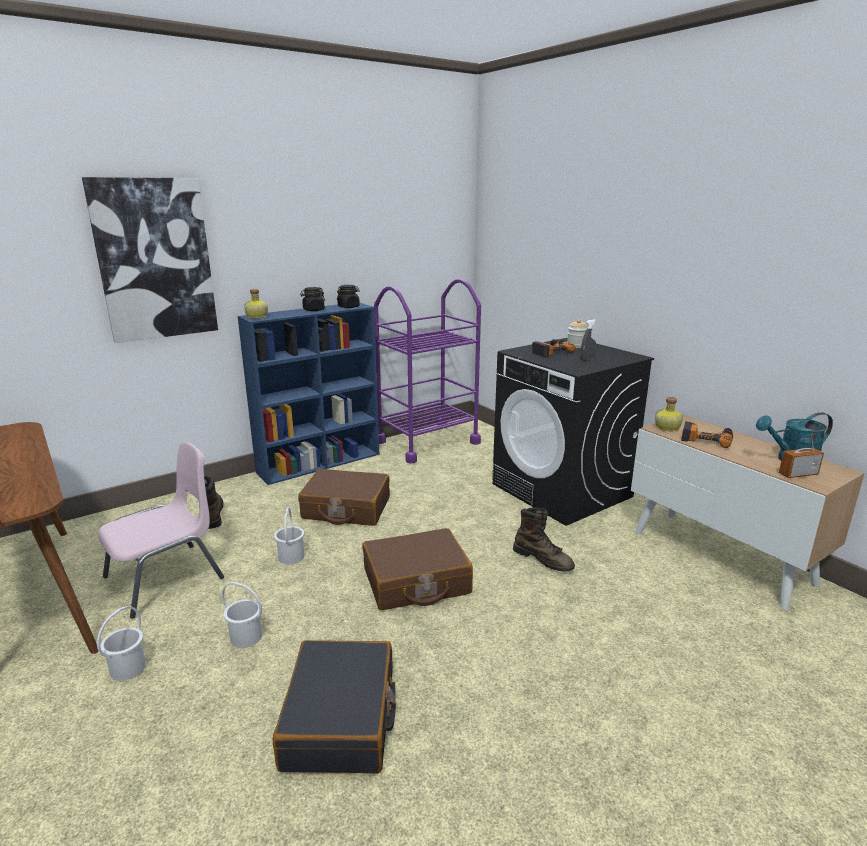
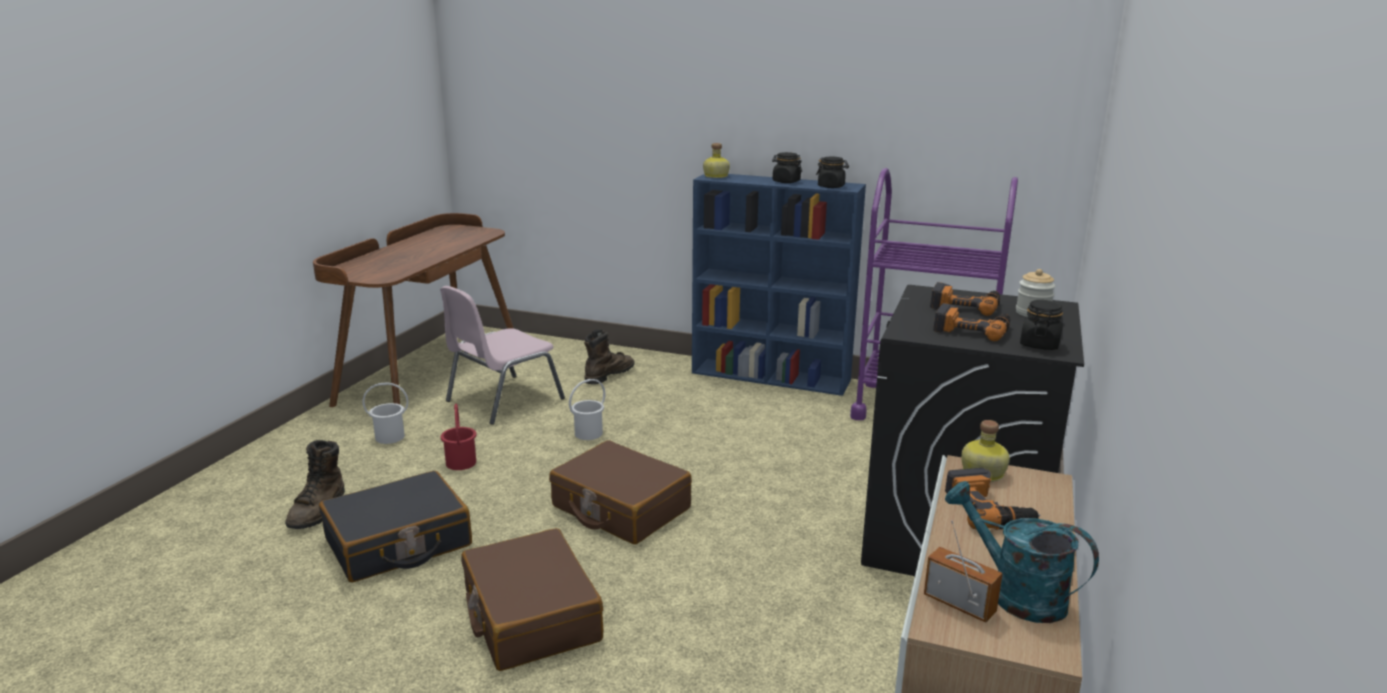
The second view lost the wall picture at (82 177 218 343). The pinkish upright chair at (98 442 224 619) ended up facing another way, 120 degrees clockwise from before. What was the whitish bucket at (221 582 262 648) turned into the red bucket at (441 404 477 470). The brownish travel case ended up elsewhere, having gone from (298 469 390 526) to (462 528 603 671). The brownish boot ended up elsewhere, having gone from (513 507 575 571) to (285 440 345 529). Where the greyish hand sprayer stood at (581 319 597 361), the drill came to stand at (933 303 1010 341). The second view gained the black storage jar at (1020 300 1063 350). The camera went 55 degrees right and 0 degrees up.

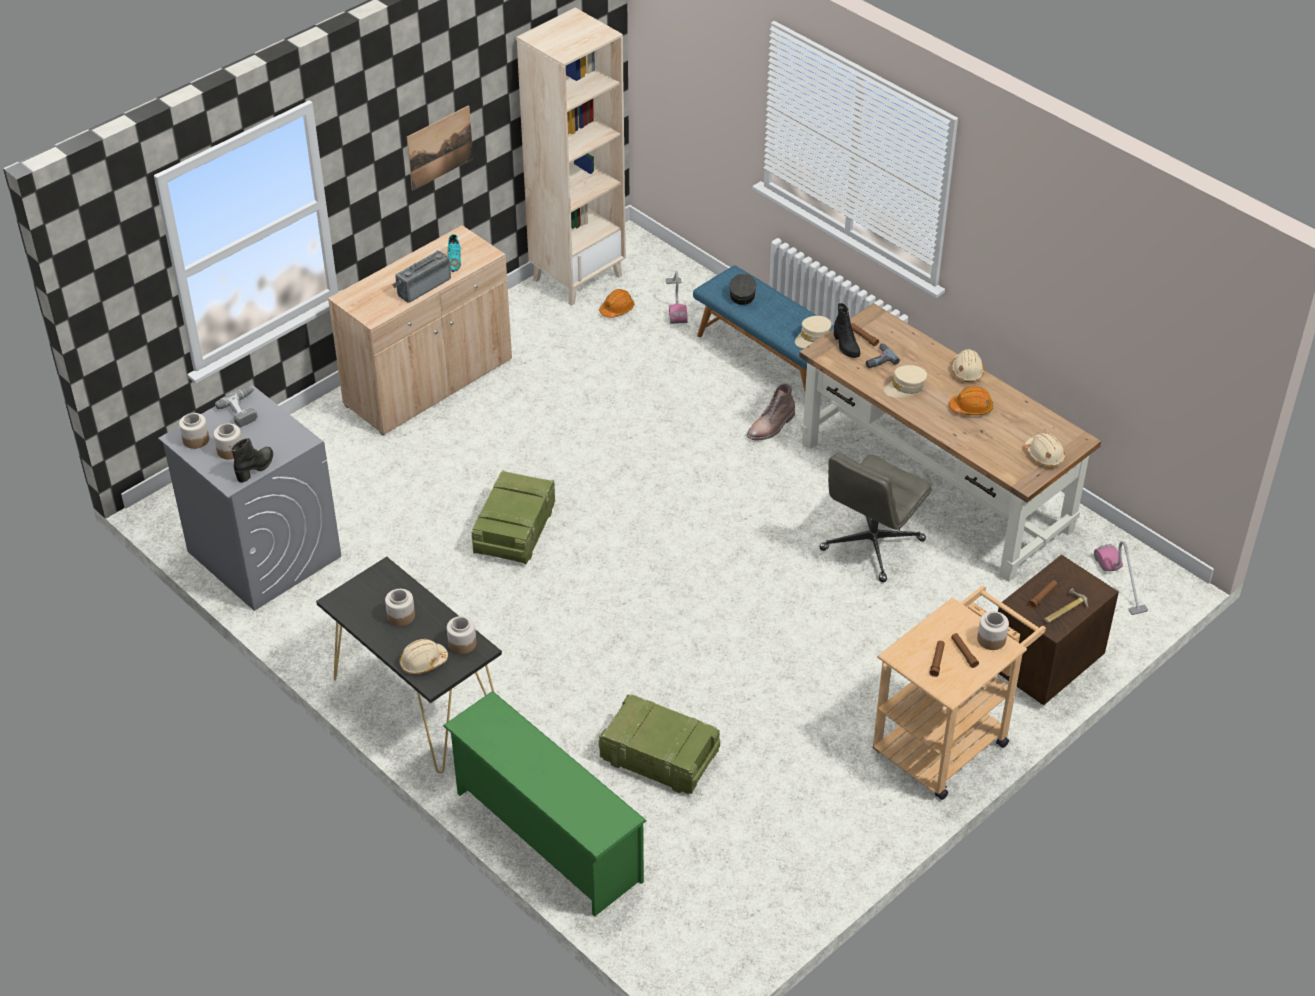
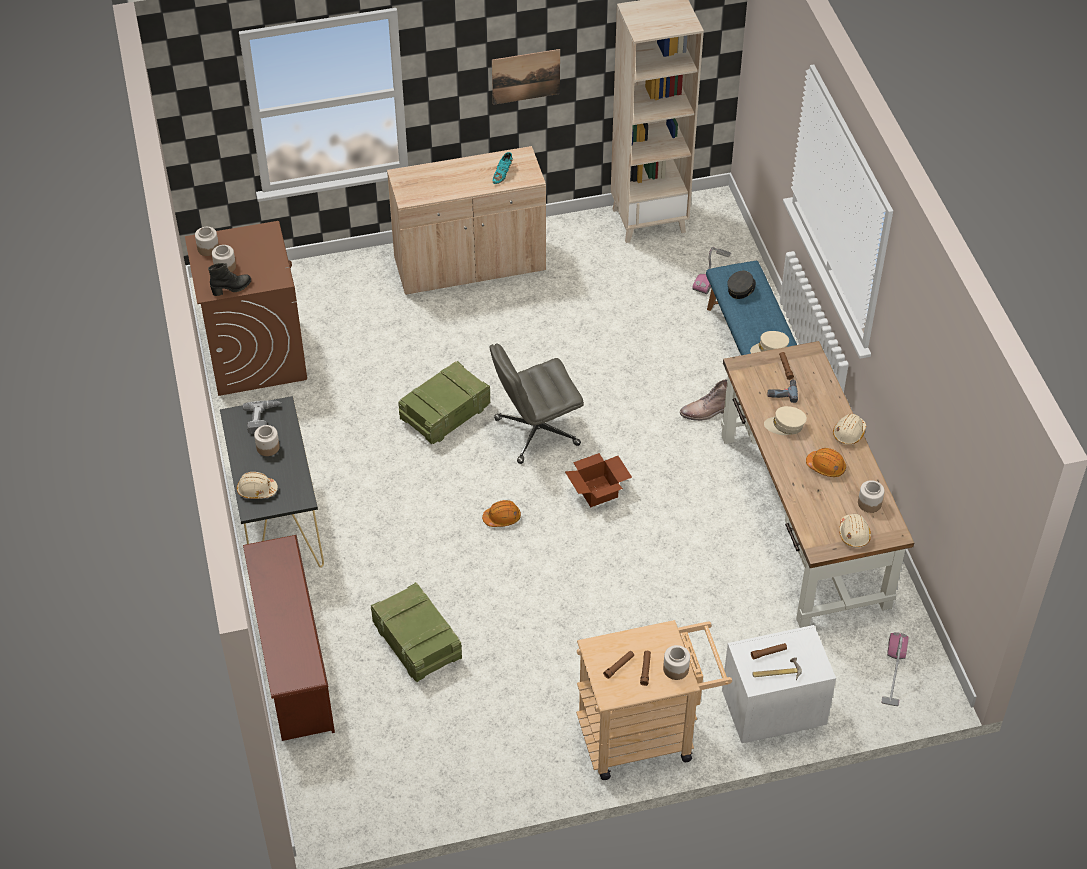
What was the greyish laundry appliance at (158 385 341 611) turned into the brownish laundry appliance at (185 221 307 396). The drill ended up elsewhere, having gone from (215 387 258 427) to (243 400 281 434). The second view lost the radio at (393 251 451 303). What was the greenish shoe rack at (443 691 647 916) turned into the brownish shoe rack at (243 535 335 741). The storage jar ended up elsewhere, having gone from (447 616 476 654) to (858 480 884 513). The orange work helmet ended up elsewhere, having gone from (599 289 635 318) to (482 500 521 527). The greyish office chair ended up elsewhere, having gone from (819 453 932 582) to (489 343 584 464). The second view lost the black boot at (834 303 860 358). What was the brownish night table at (998 555 1119 705) turned into the whitish night table at (722 625 836 743). The second view gained the packing box at (565 453 632 507). The camera went 30 degrees right and 5 degrees up.

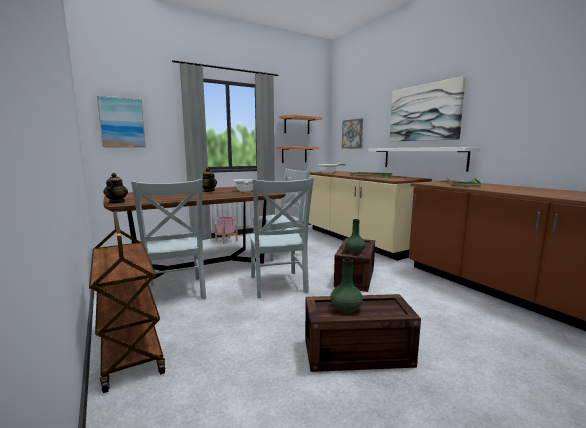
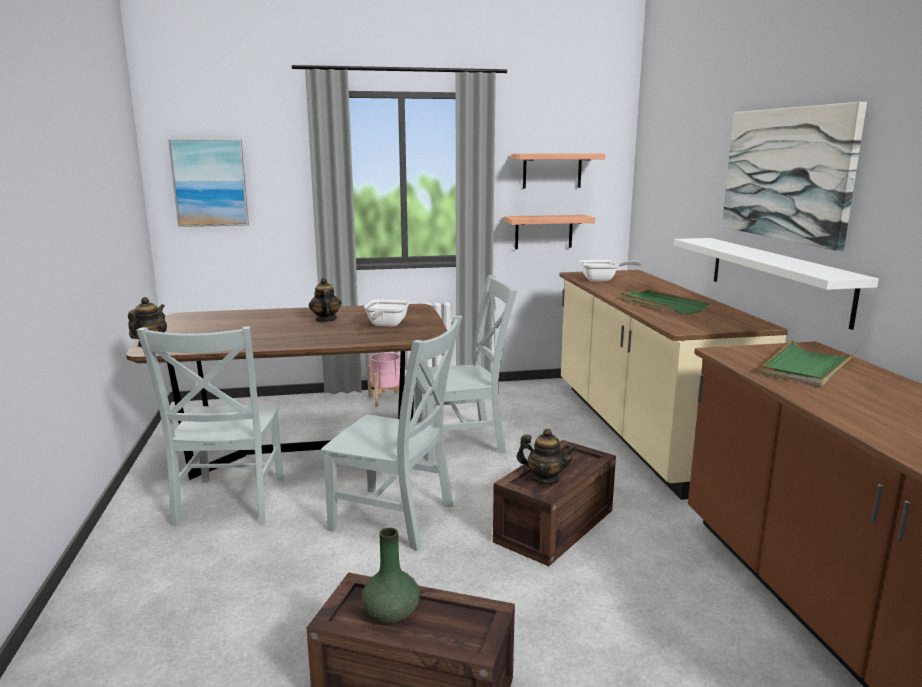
The second view lost the brownish trolley at (89 211 165 393). The greyish upright chair at (249 178 314 298) ended up facing another way, 75 degrees counterclockwise from before. The second view lost the wall picture at (342 118 363 149). Where the greenish vase stood at (345 219 366 253), the tea pot came to stand at (517 428 576 485). The camera went 20 degrees right and 5 degrees up.

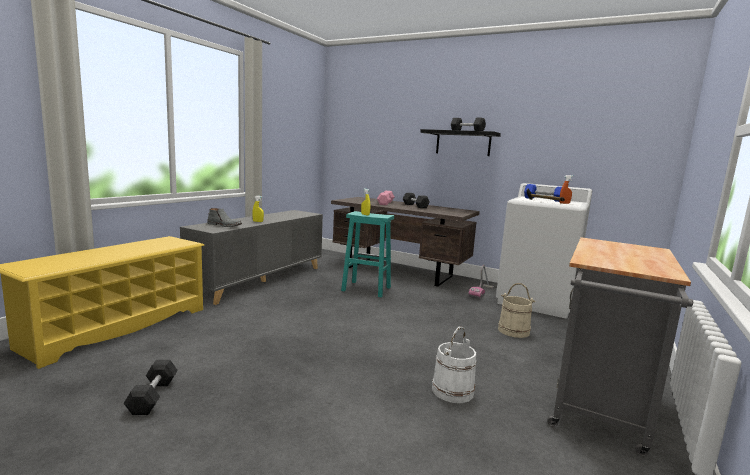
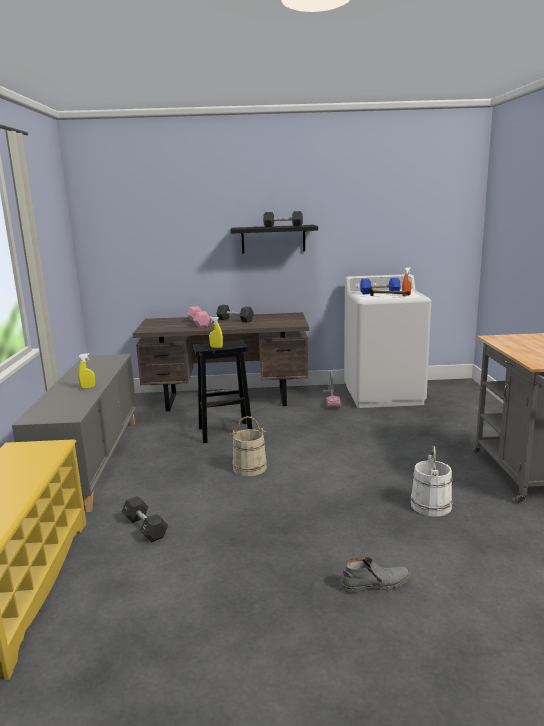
The black hand weight ended up elsewhere, having gone from (124 360 178 415) to (122 496 168 542). The greyish boot ended up elsewhere, having gone from (207 208 242 227) to (340 557 411 593). What was the blue-green sitting stool at (341 211 394 297) turned into the black sitting stool at (193 340 252 443). The beige-coloured bucket ended up elsewhere, having gone from (498 283 535 338) to (230 416 267 476). The camera went 30 degrees left and 5 degrees up.

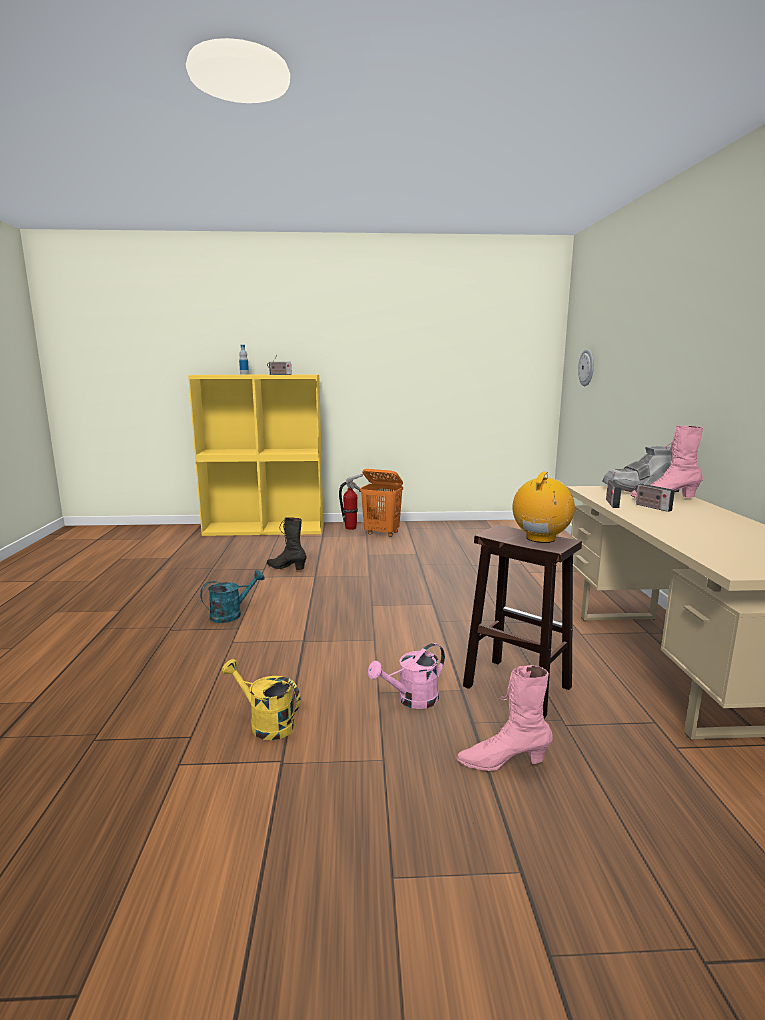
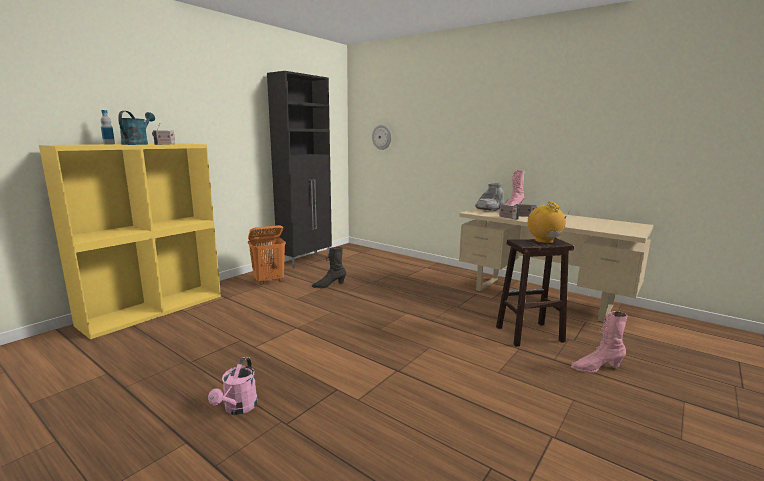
The blue-green watering pot ended up elsewhere, having gone from (200 570 265 623) to (118 111 155 145). The second view lost the yellowish watering pot at (222 659 300 740). The black boot ended up elsewhere, having gone from (267 517 307 570) to (311 247 346 288). The second view lost the fire extinguisher at (339 474 363 530). The pinkish watering pot ended up elsewhere, having gone from (368 643 445 709) to (208 357 258 415). The pinkish boot at (456 665 553 771) ended up facing another way, 45 degrees clockwise from before. The second view gained the black storage cabinet at (267 71 332 269). The camera went 50 degrees left and 0 degrees up.

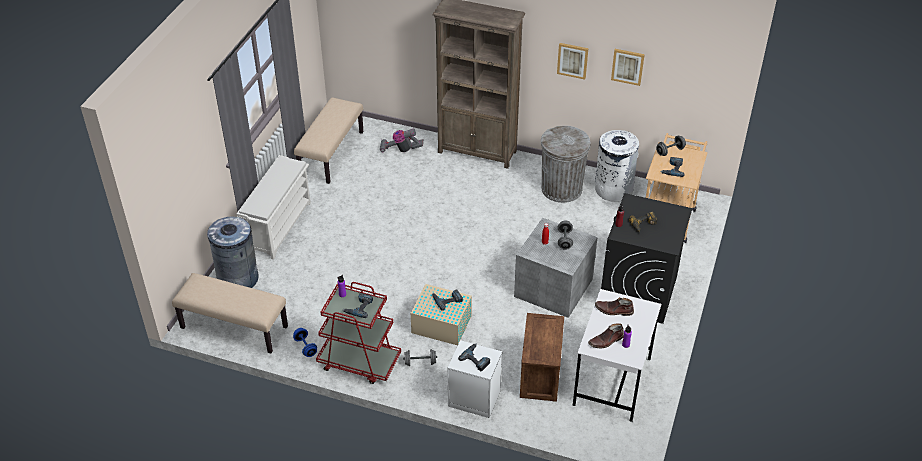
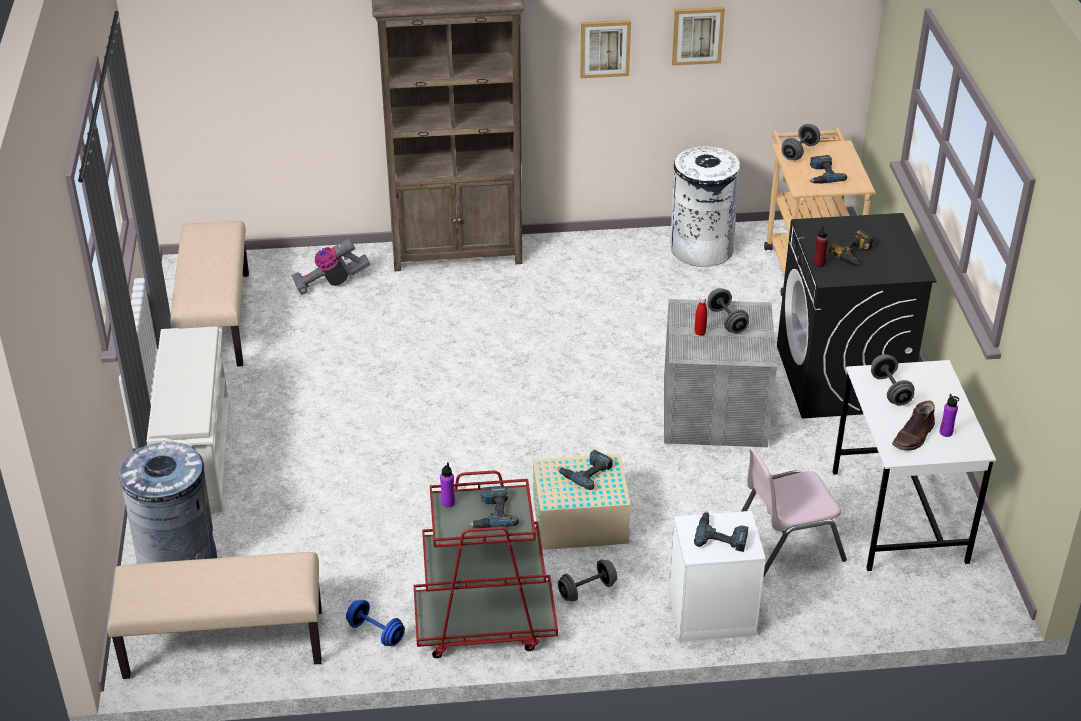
Where the shipping crate stood at (520 313 564 402), the pinkish upright chair came to stand at (741 447 847 578). The second view lost the greyish rubbish bin at (541 126 591 203). Where the brownish boot stood at (595 297 634 316), the greyish hand weight came to stand at (871 354 915 406). The camera went 25 degrees left and 5 degrees down.

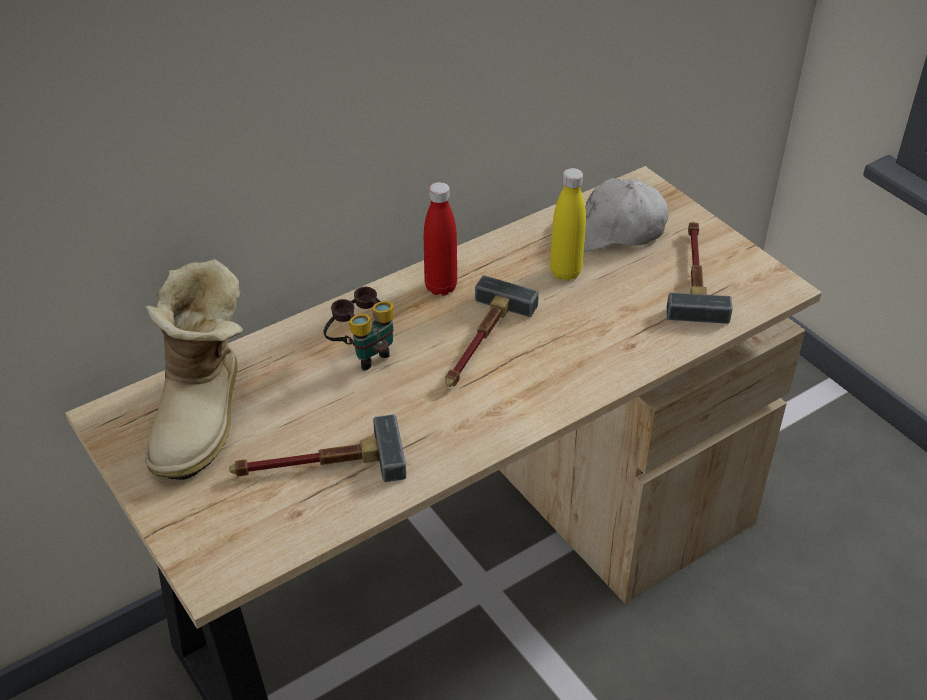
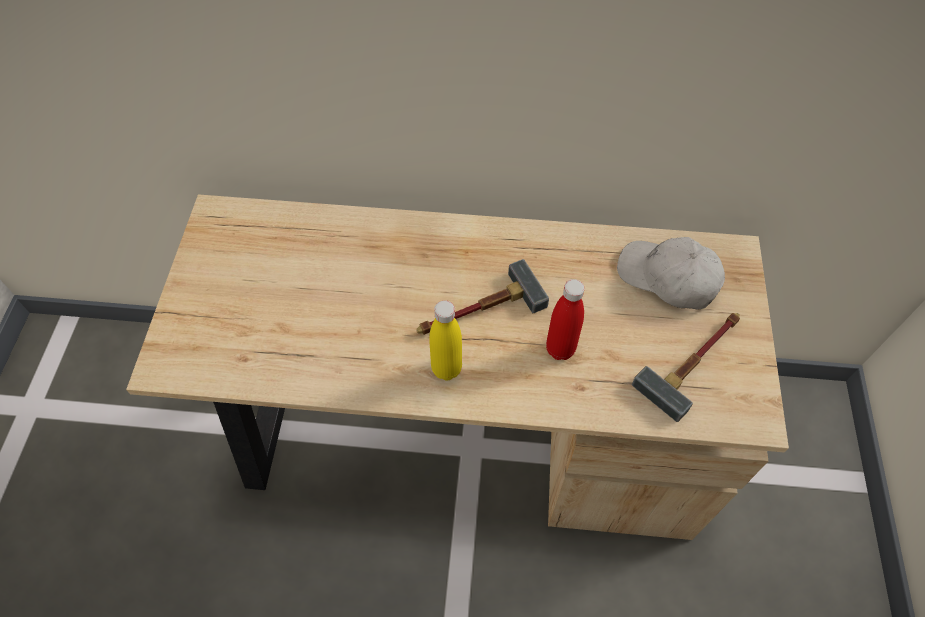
The second view lost the boot at (145 259 243 480). The second view lost the hammer at (229 414 406 482). The second view lost the binoculars at (323 287 394 371). The red beverage bottle ended up elsewhere, having gone from (424 182 457 296) to (546 279 585 360). The yellowish beverage bottle ended up elsewhere, having gone from (550 168 586 281) to (429 301 462 381). The camera went 40 degrees right and 15 degrees up.

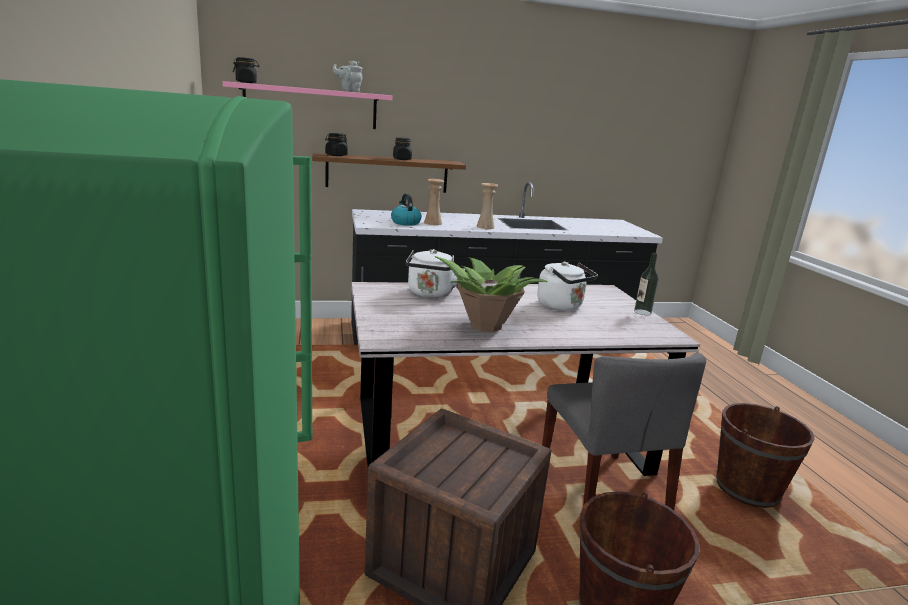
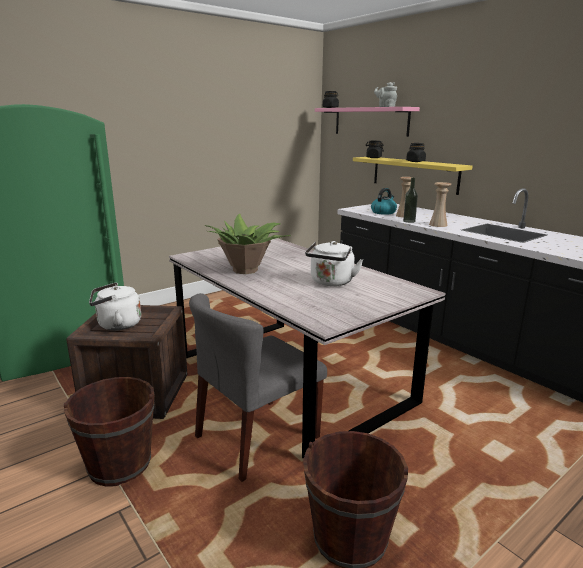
What was the brownish bracket shelf at (312 153 466 193) turned into the yellowish bracket shelf at (353 157 472 195). The whitish tea kettle ended up elsewhere, having gone from (406 249 465 298) to (89 282 141 330). The beverage bottle ended up elsewhere, having gone from (634 253 659 315) to (403 177 418 223). The camera went 65 degrees right and 0 degrees up.

